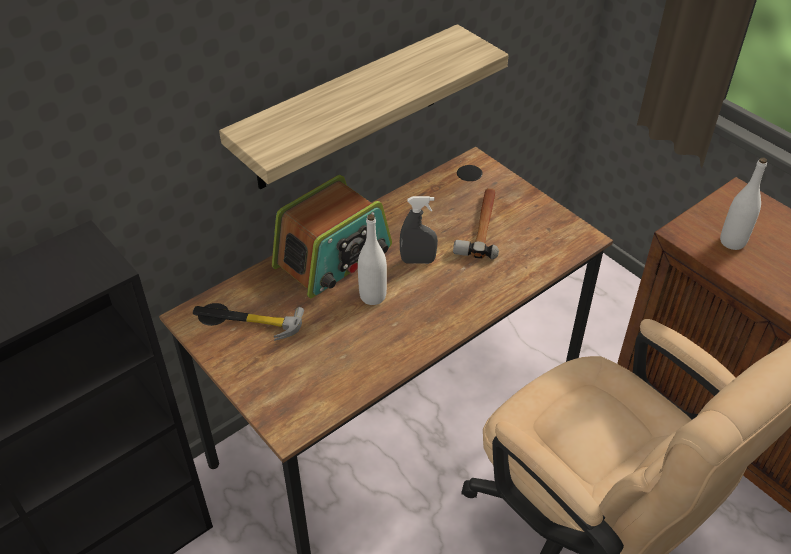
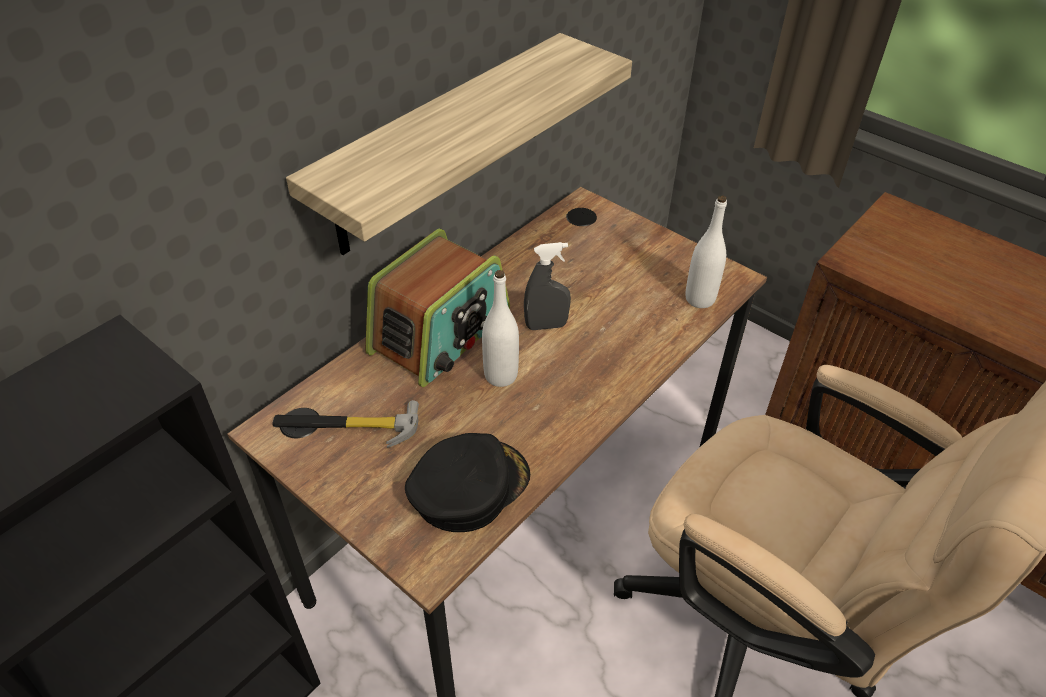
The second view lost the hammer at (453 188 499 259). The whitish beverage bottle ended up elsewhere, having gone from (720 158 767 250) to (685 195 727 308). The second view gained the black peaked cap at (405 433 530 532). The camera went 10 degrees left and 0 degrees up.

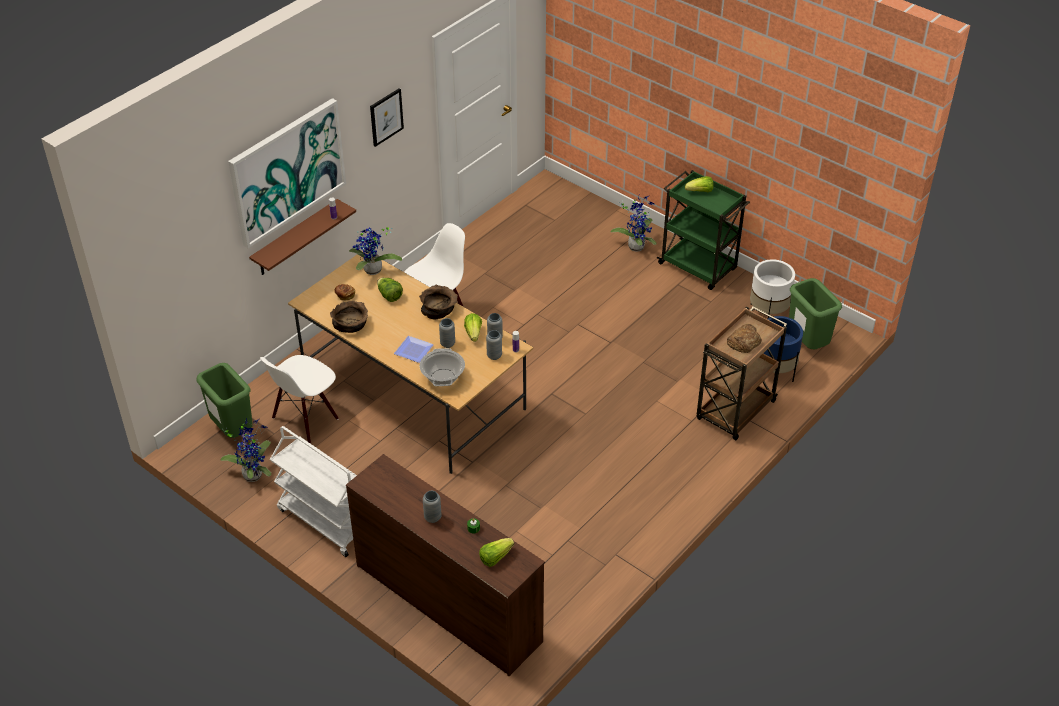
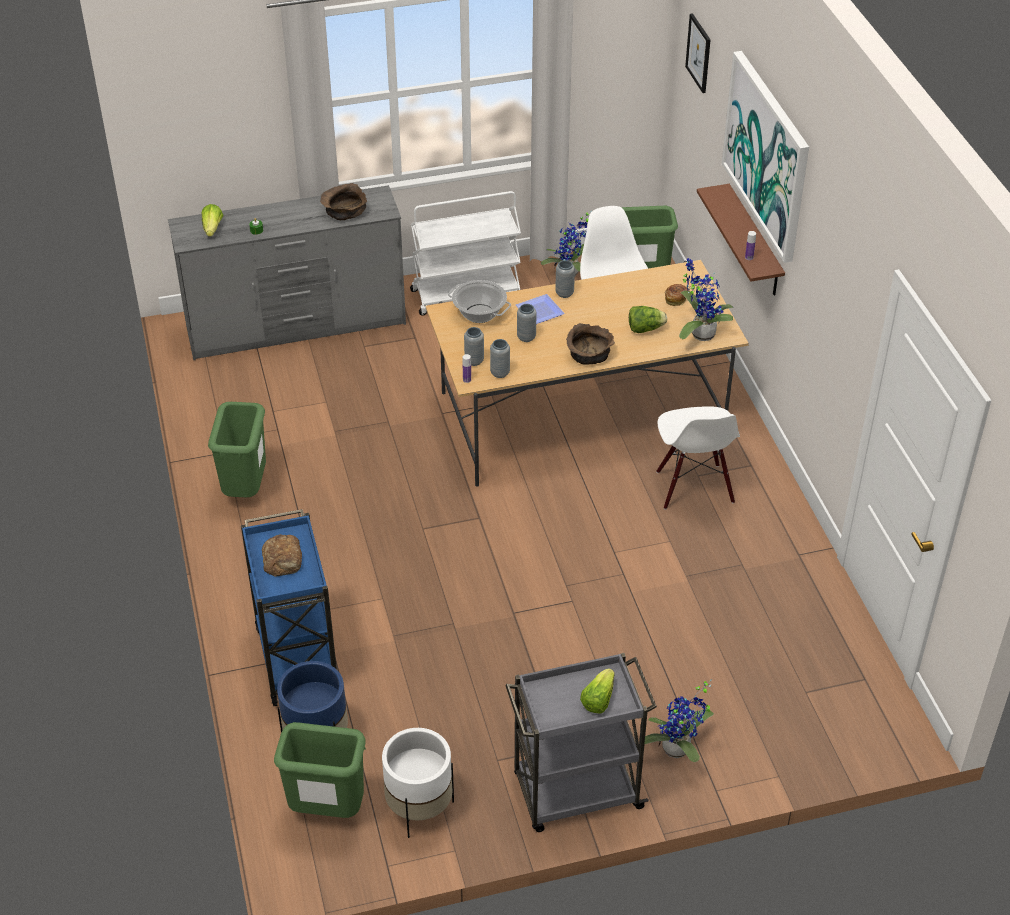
The brownish serving bowl ended up elsewhere, having gone from (330 301 368 333) to (320 183 367 220). What was the brownish chest of drawers at (346 454 545 676) turned into the greyish chest of drawers at (168 185 406 360). The wall picture ended up elsewhere, having gone from (370 88 404 147) to (685 13 711 93). The greyish vase ended up elsewhere, having gone from (423 491 442 523) to (555 260 575 298). The second view lost the head of lettuce at (464 313 482 342). What was the greenish trolley at (657 170 750 290) turned into the greyish trolley at (505 653 657 832). What was the brownish trolley at (696 306 787 440) turned into the blue trolley at (241 509 337 706). The second view gained the greenish rubbish bin at (208 402 266 497). The camera went 125 degrees right and 0 degrees up.

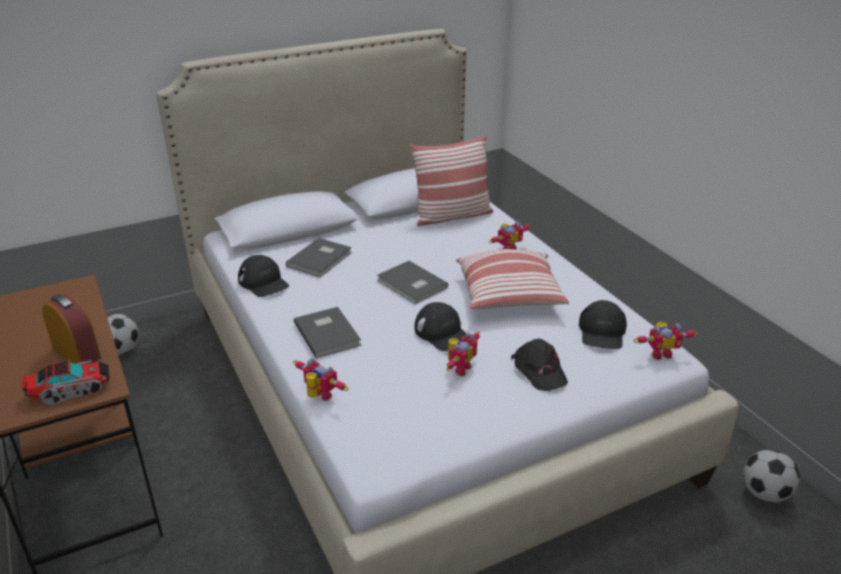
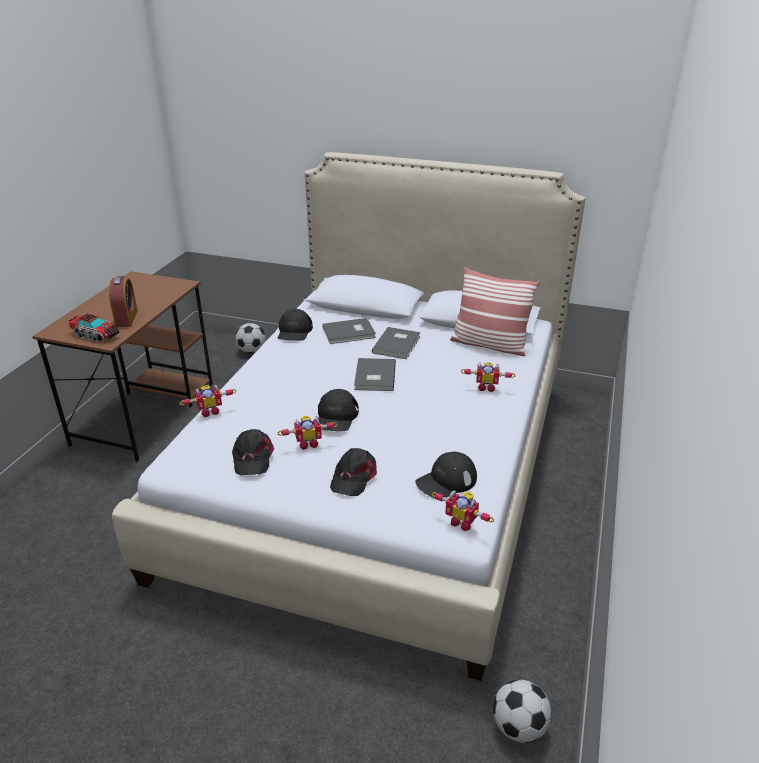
The robot figure at (293 358 348 401) ended up facing another way, 75 degrees clockwise from before. The greyish volume ended up elsewhere, having gone from (294 307 361 358) to (372 327 421 359). The second view lost the cushion at (456 249 569 309). The second view gained the black peaked cap at (232 429 274 476). The camera went 45 degrees right and 0 degrees up.

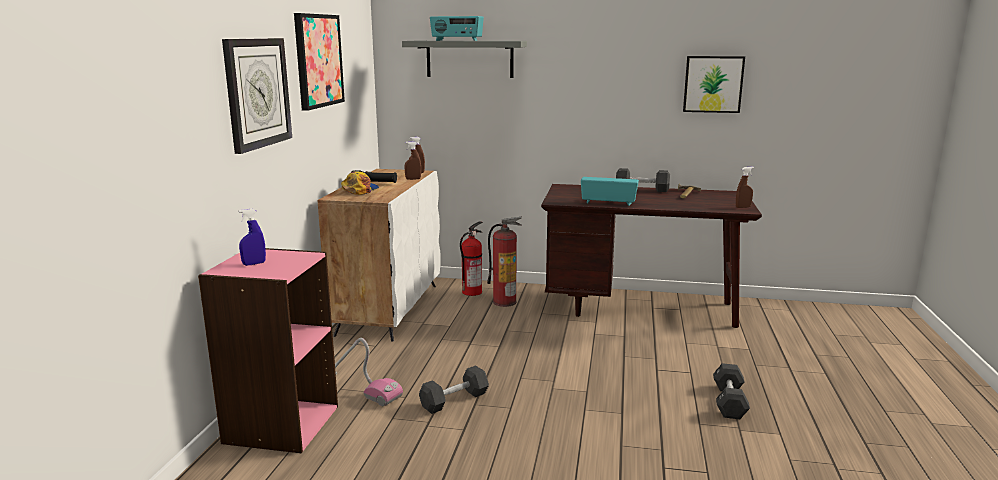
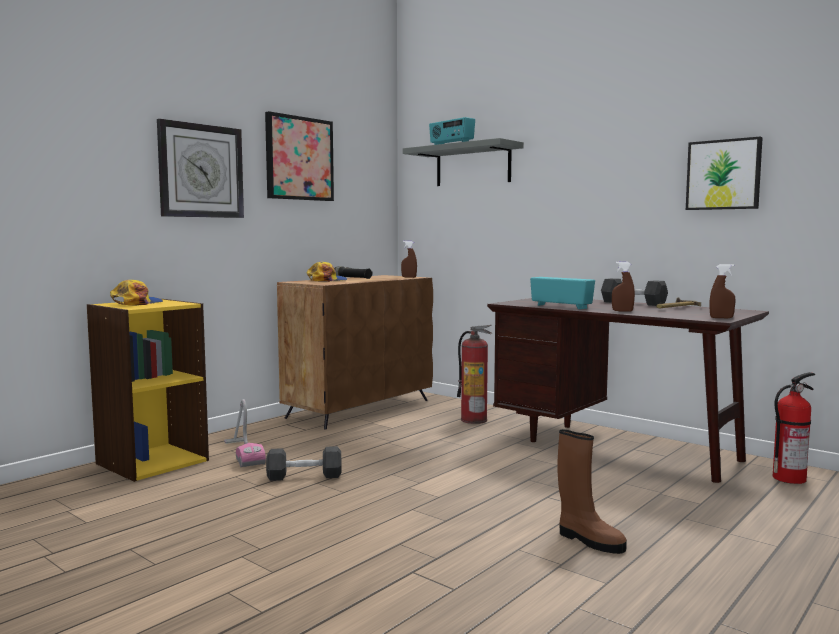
What was the pinkish bookshelf at (198 248 338 453) turned into the yellowish bookshelf at (87 299 209 482). Where the blue hand sprayer stood at (238 209 266 266), the peaked cap came to stand at (110 280 163 305). What was the whitish storage cabinet at (318 169 441 342) turned into the brownish storage cabinet at (277 275 433 430). The brownish hand sprayer ended up elsewhere, having gone from (404 141 421 180) to (612 262 635 312). The fire extinguisher ended up elsewhere, having gone from (460 221 483 296) to (773 372 815 484). Where the black hand weight stood at (713 363 750 419), the brownish boot came to stand at (558 429 627 554). The camera went 30 degrees right and 10 degrees down.

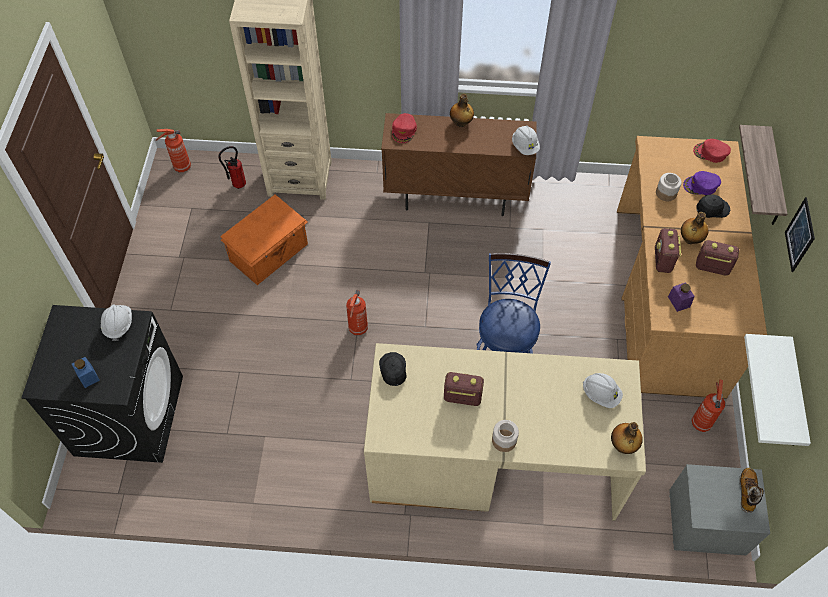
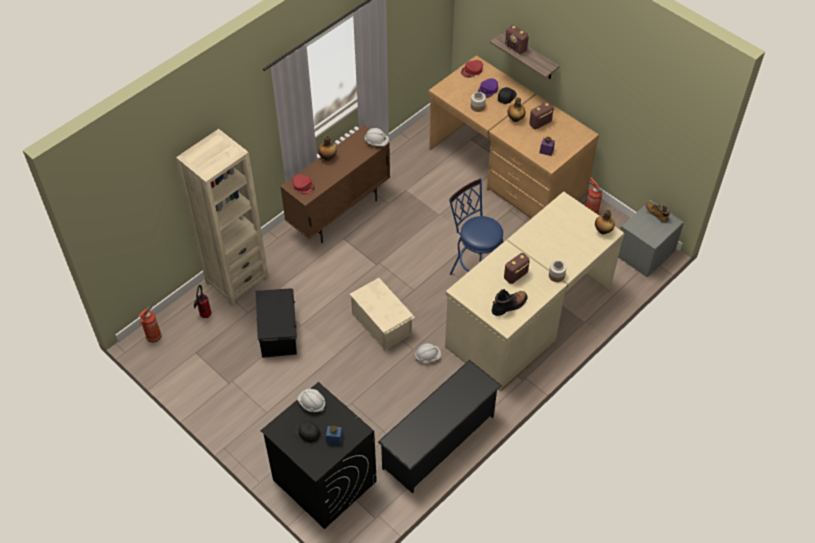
What was the orange storage box at (220 195 308 285) turned into the black storage box at (256 288 297 358). Where the fire extinguisher stood at (346 290 368 335), the beige-coloured storage box came to stand at (349 278 415 351). The black peaked cap ended up elsewhere, having gone from (379 352 407 386) to (293 421 321 443). The whitish work helmet ended up elsewhere, having gone from (583 373 623 408) to (415 343 441 363). The radio ended up elsewhere, having gone from (655 228 681 273) to (505 25 529 54). The second view lost the whitish bracket shelf at (744 334 811 446). The second view lost the wall picture at (785 197 815 272). The second view gained the black shoe rack at (378 360 502 493). The second view gained the black boot at (492 289 527 316). The camera went 50 degrees left and 5 degrees down.

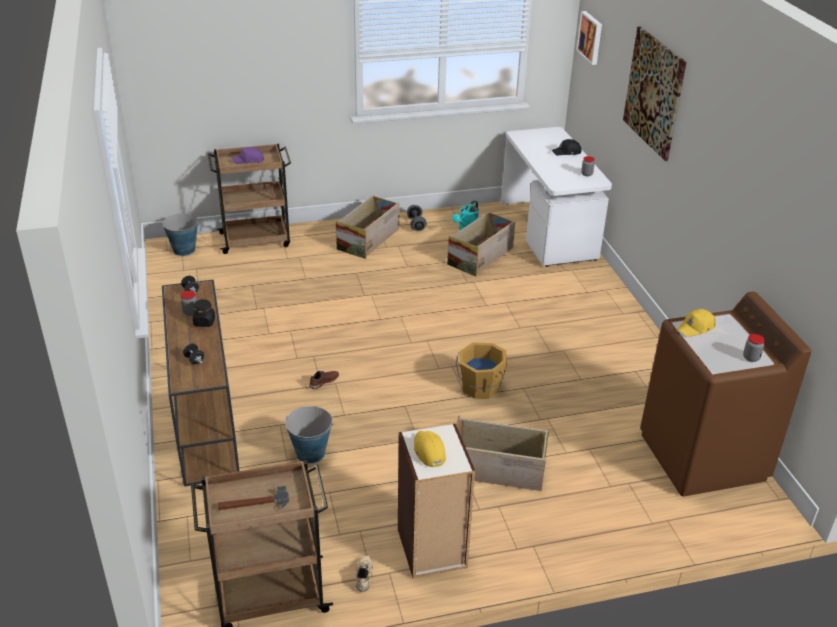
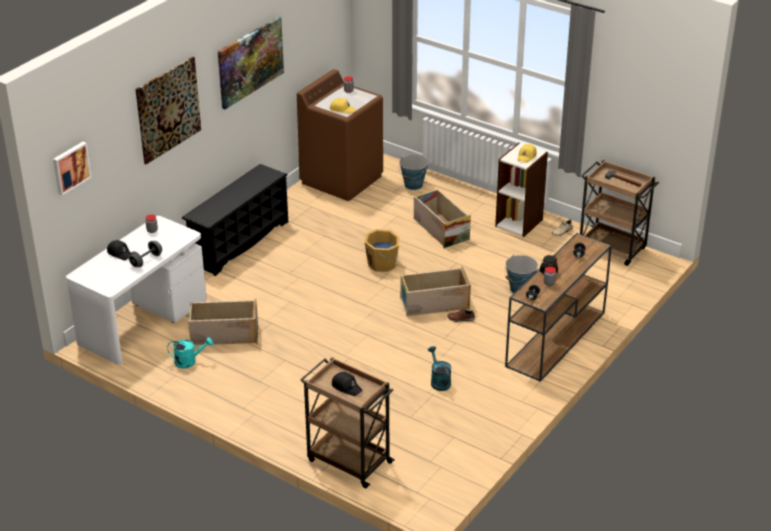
The bucket ended up elsewhere, having gone from (162 213 199 256) to (399 155 429 190). What was the purple peaked cap at (231 147 264 164) turned into the black peaked cap at (332 372 363 396). The shipping crate ended up elsewhere, having gone from (336 195 400 259) to (400 266 471 316). The greyish hand weight ended up elsewhere, having gone from (406 205 427 231) to (129 241 162 267). The second view gained the black shoe rack at (182 164 288 276). The second view gained the wall picture at (218 16 284 109). The second view gained the blue-green watering pot at (428 346 451 391). The camera went 130 degrees left and 0 degrees up.

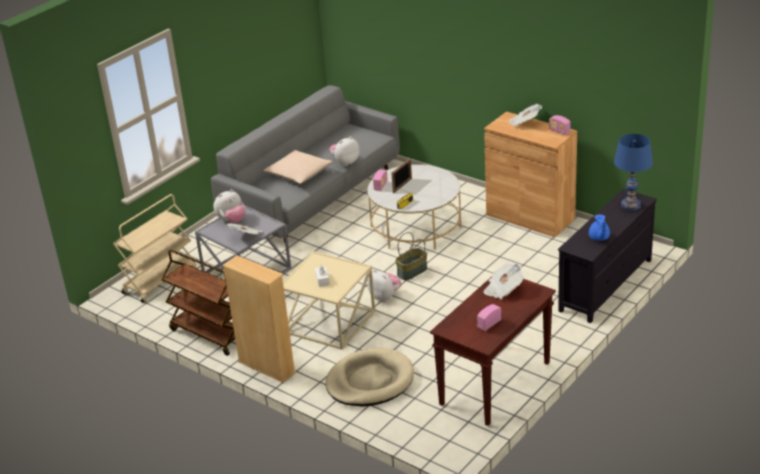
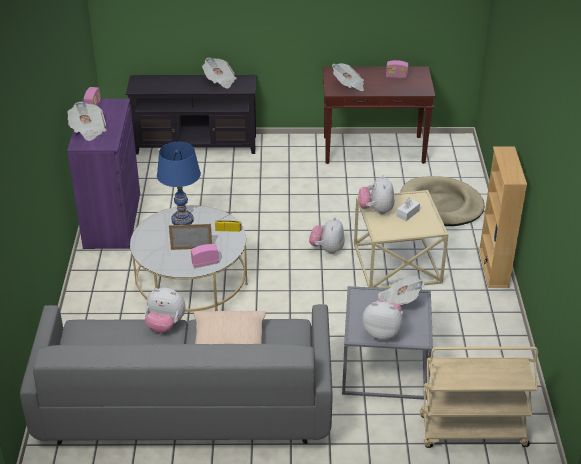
The second view lost the brownish trolley at (161 249 235 356). The second view lost the storage basket at (395 232 427 280). What was the brownish storage cabinet at (484 112 577 238) turned into the purple storage cabinet at (67 99 140 249). Where the blue tea pot stood at (589 214 610 241), the daily paper came to stand at (202 57 237 88). The blue table lamp ended up elsewhere, having gone from (614 134 653 211) to (157 142 201 225). The second view gained the cuddly toy at (358 175 395 215). The camera went 130 degrees left and 5 degrees up.

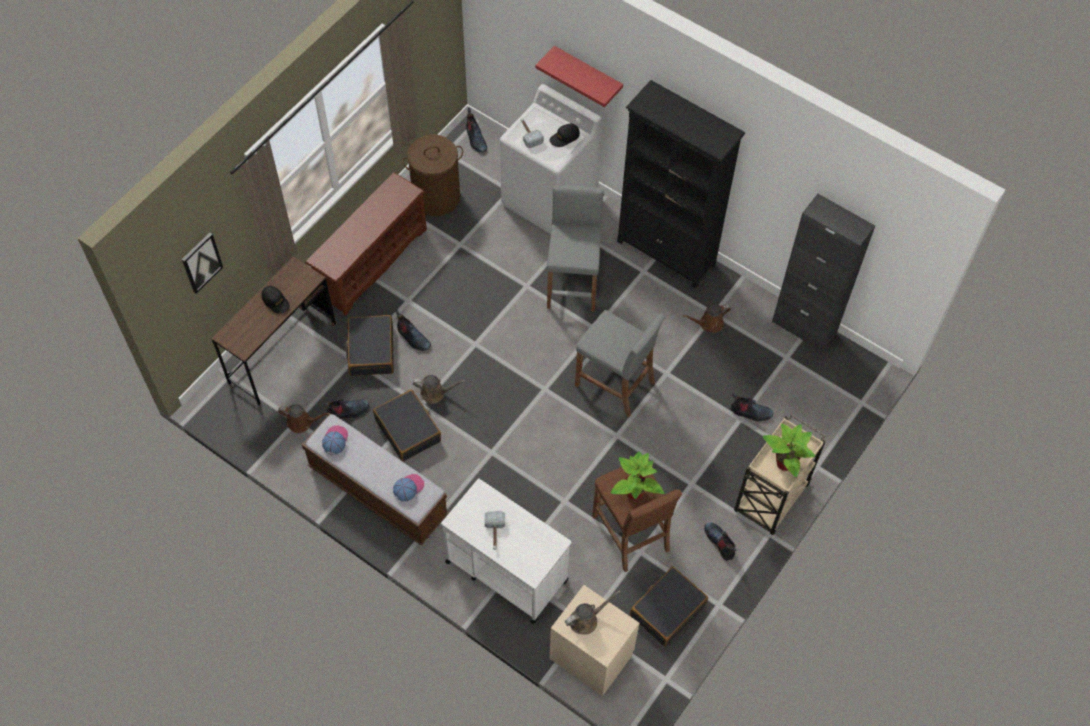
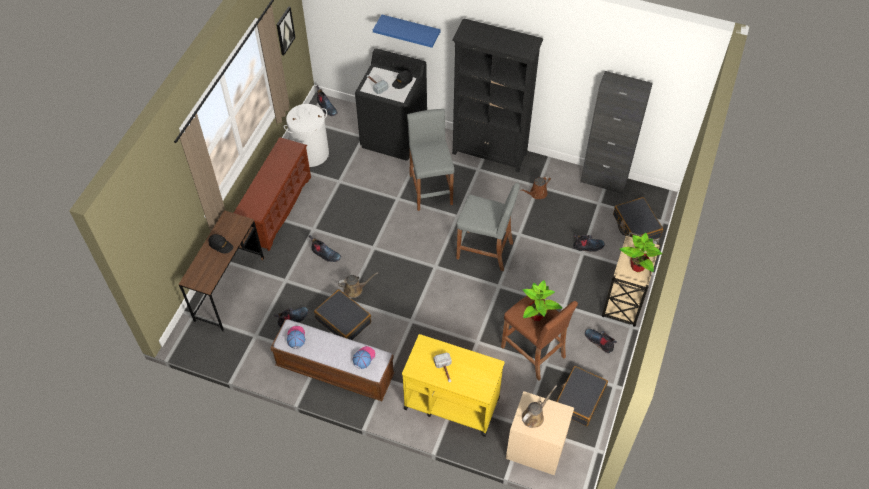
The wall picture ended up elsewhere, having gone from (182 233 223 294) to (276 6 296 56). The second view lost the brownish watering pot at (278 404 330 433). The black travel case ended up elsewhere, having gone from (345 315 394 376) to (613 197 663 239). What was the brownish laundry basket at (402 134 463 216) turned into the whitish laundry basket at (284 104 329 167). What was the whitish trolley at (441 479 572 624) turned into the yellowish trolley at (402 334 505 437). What was the whitish laundry appliance at (500 84 602 234) turned into the black laundry appliance at (355 49 427 161). What was the red bracket shelf at (535 46 623 107) turned into the blue bracket shelf at (373 15 441 48). The camera went 15 degrees left and 5 degrees down.

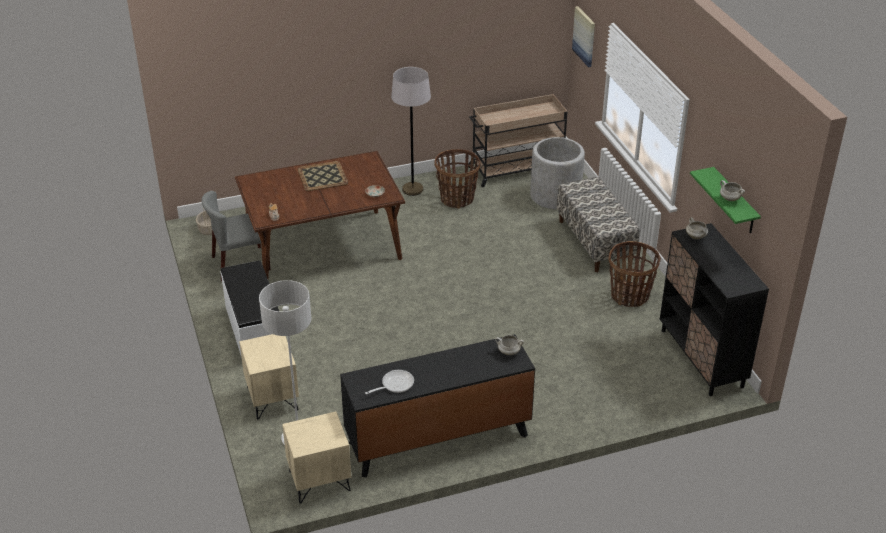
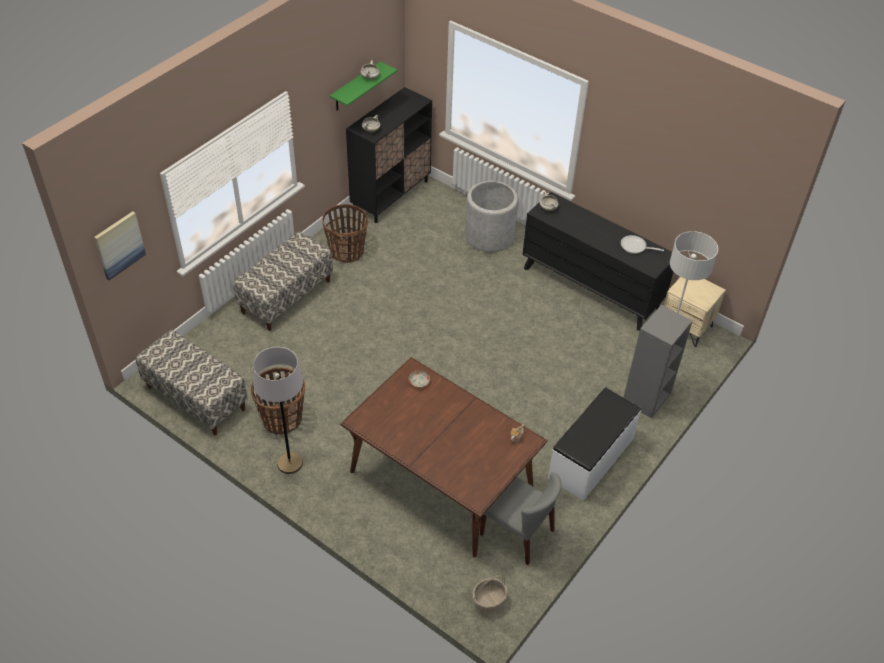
Where the beige-coloured night table stood at (239 334 299 419), the greyish bookshelf came to stand at (623 305 692 418). The second view lost the tray at (297 161 348 191). Where the beige-coloured trolley stood at (468 94 567 187), the long seat came to stand at (136 330 248 435). The greyish flower pot ended up elsewhere, having gone from (530 137 585 209) to (465 181 518 252). The camera went 125 degrees left and 10 degrees up.

